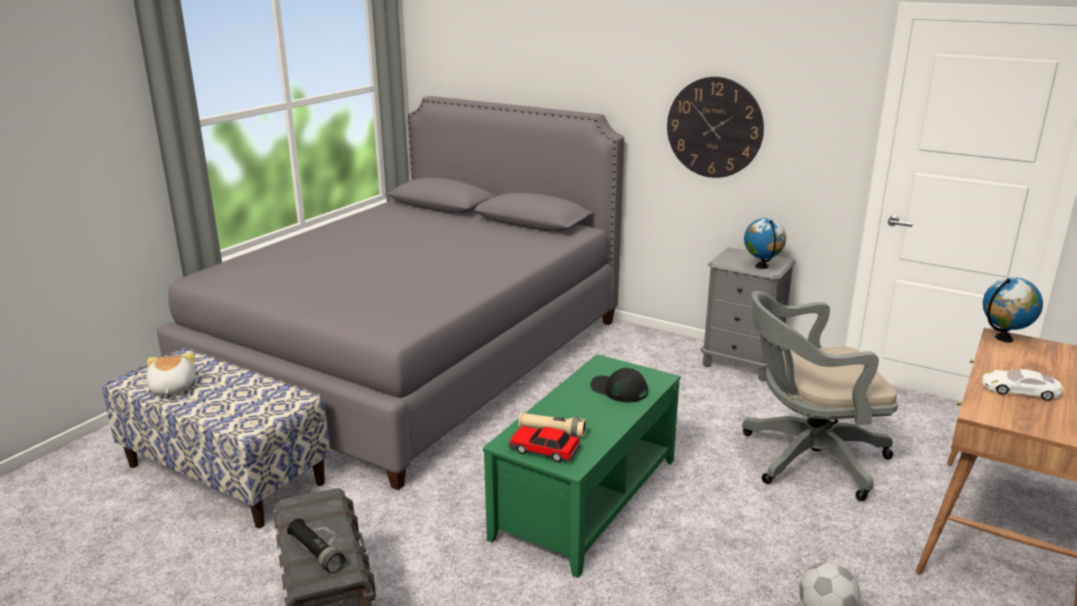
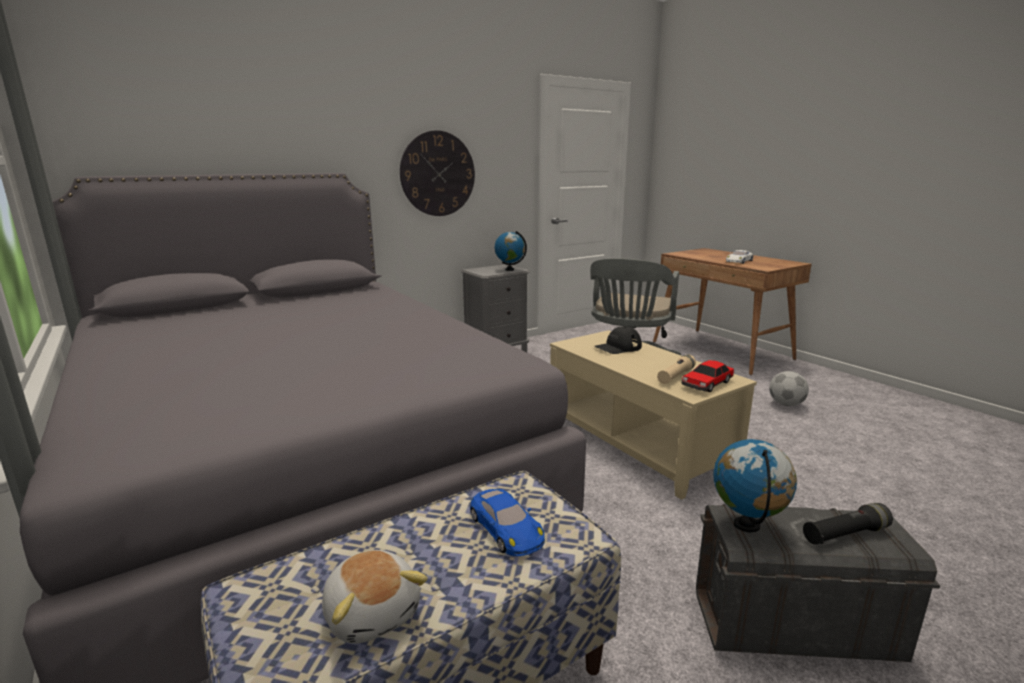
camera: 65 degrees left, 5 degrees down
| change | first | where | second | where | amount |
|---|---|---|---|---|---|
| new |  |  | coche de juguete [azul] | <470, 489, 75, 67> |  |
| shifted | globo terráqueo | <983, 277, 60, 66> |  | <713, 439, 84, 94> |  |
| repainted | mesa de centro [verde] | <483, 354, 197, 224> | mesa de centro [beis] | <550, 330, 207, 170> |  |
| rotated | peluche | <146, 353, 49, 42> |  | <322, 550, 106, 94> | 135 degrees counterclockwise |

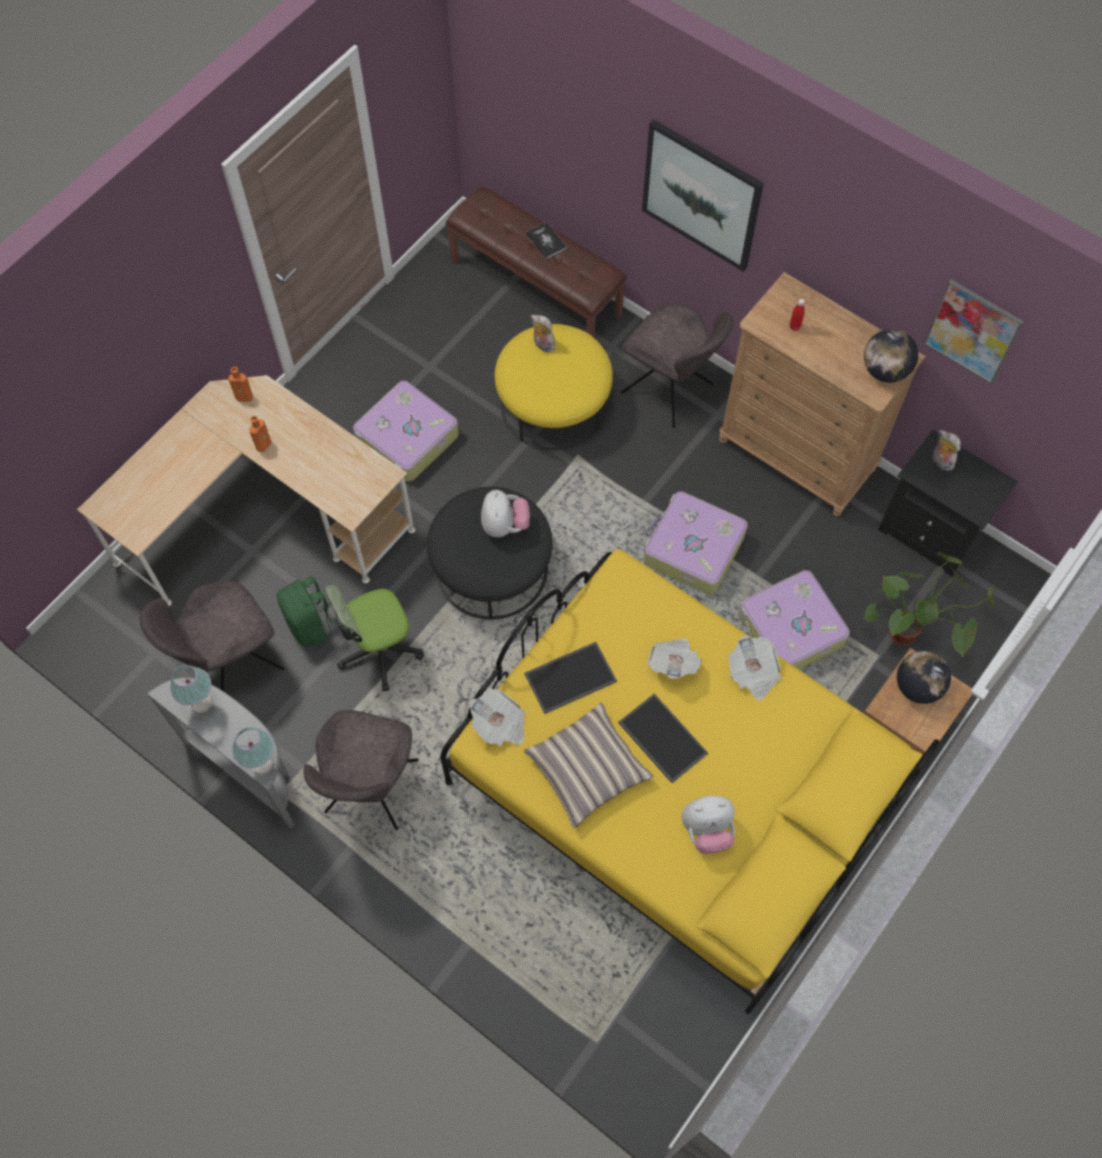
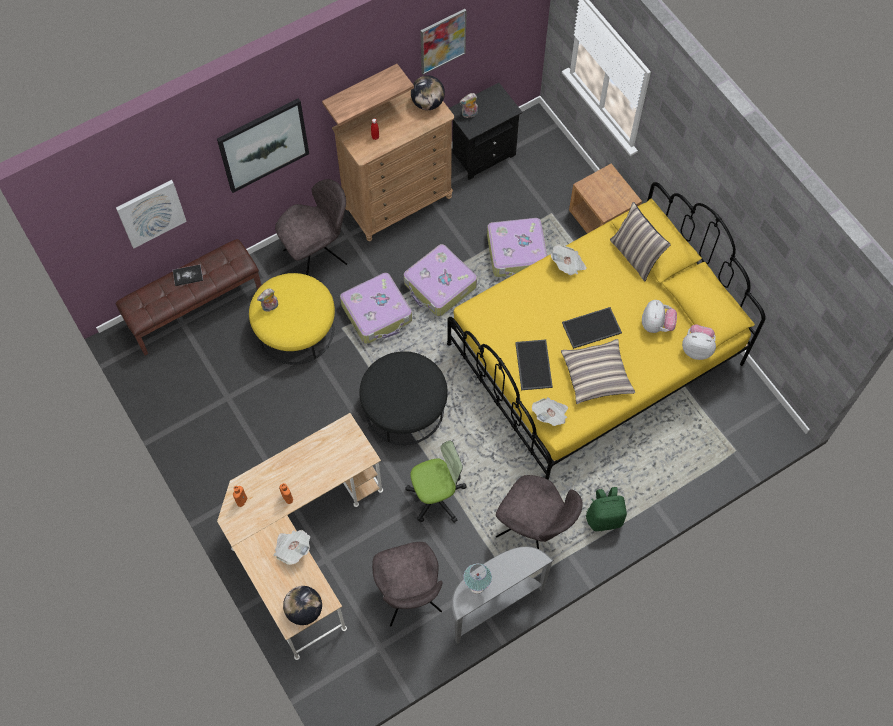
camera: 70 degrees left, 0 degrees up
| change | first | where | second | where | amount |
|---|---|---|---|---|---|
| gone | lámpara de mesa | <232, 727, 42, 48> |  |  |  |
| gone | planta en maceta | <863, 552, 131, 105> |  |  |  |
| new |  |  | cuadro | <116, 180, 71, 68> |  |
| new |  |  | estante | <322, 64, 92, 62> |  |
| new |  |  | cojín | <610, 202, 61, 79> |  |
| shifted | mochila [verde] | <277, 576, 59, 70> |  | <586, 487, 41, 44> |  |
| shifted | maleta | <353, 381, 106, 101> |  | <340, 273, 72, 71> |  |
| shifted | peluche | <481, 490, 49, 47> |  | <682, 324, 34, 36> |  |
| shifted | periódico | <647, 638, 55, 41> |  | <274, 530, 36, 35> |  |
| shifted | globo terráqueo | <897, 651, 54, 53> |  | <283, 586, 39, 39> |  |
| rotated | silla de oficina | <325, 585, 99, 106> |  | <405, 441, 62, 82> | 105 degrees counterclockwise |

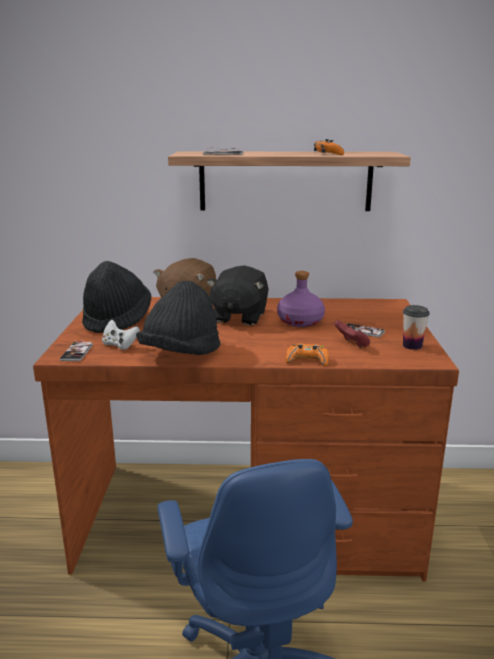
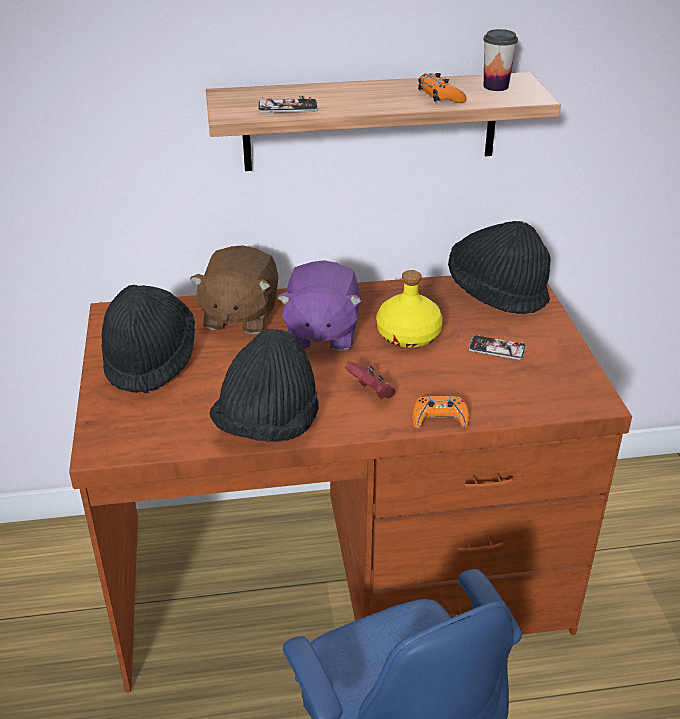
camera: 10 degrees left, 15 degrees up
| change | first | where | second | where | amount |
|---|---|---|---|---|---|
| gone | móvil | <60, 341, 33, 20> |  |  |  |
| gone | mando de consola [blanco] | <102, 320, 38, 30> |  |  |  |
| new |  |  | sombrero [negro] | <448, 221, 103, 93> |  |
| shifted | mando de consola [rojo] | <334, 320, 36, 27> |  | <345, 362, 50, 37> |  |
| shifted | taza | <403, 305, 27, 45> |  | <484, 29, 34, 62> |  |
| repainted | peluche [negro] | <206, 265, 63, 60> | peluche [morado] | <277, 260, 85, 91> |  |
| repainted | botella [morado] | <277, 271, 48, 56> | botella [amarillo] | <376, 270, 67, 77> |  |

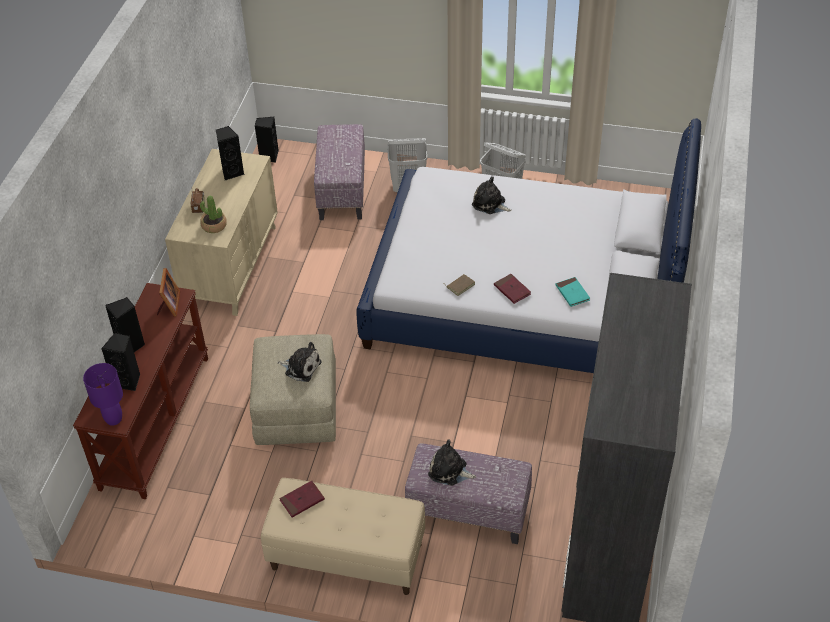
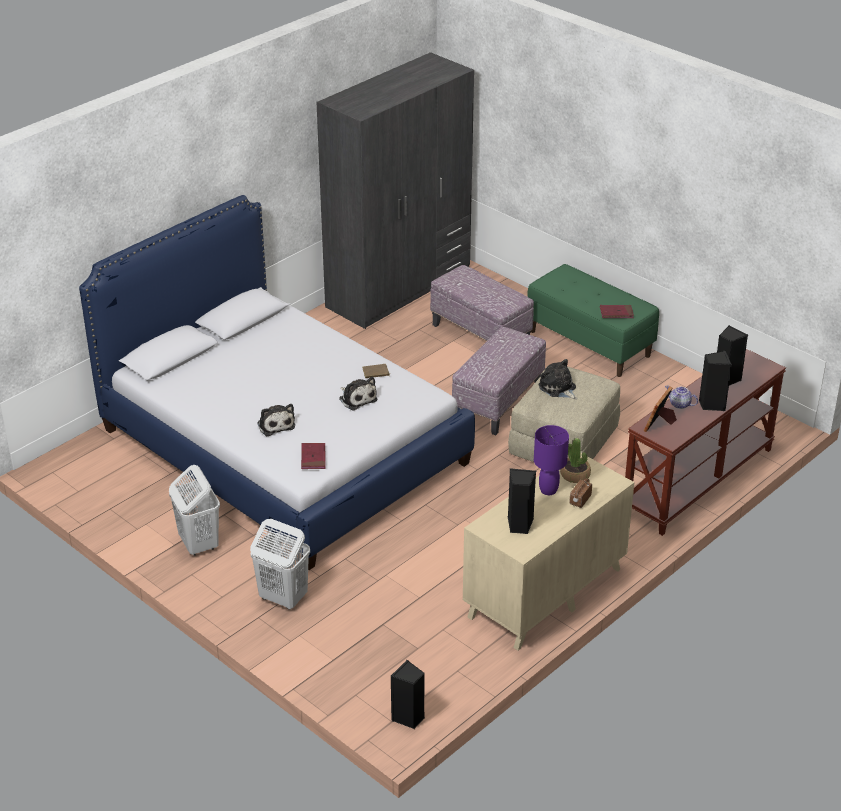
camera: 150 degrees left, 10 degrees down
| change | first | where | second | where | amount |
|---|---|---|---|---|---|
| gone | libro [turquesa] | <556, 277, 34, 30> |  |  |  |
| new |  |  | tetera | <665, 386, 33, 23> |  |
| shifted | lámpara de mesa [morado] | <83, 363, 40, 63> |  | <534, 425, 35, 70> |  |
| shifted | puf | <314, 124, 51, 96> |  | <452, 327, 94, 108> |  |
| shifted | peluche | <428, 440, 48, 46> |  | <339, 377, 38, 34> |  |
| shifted | libro [rojo] | <494, 274, 37, 30> |  | <301, 443, 25, 26> |  |
| repainted | banco [beis] | <261, 478, 164, 117> | banco [verde] | <527, 264, 132, 113> |  |

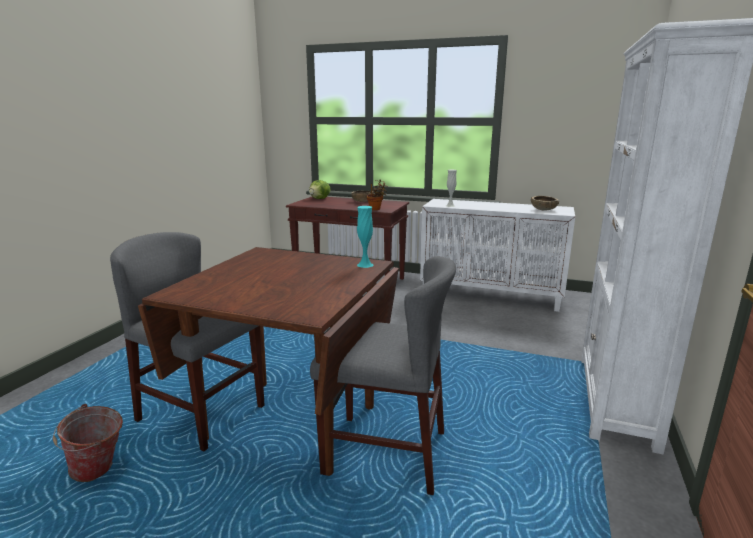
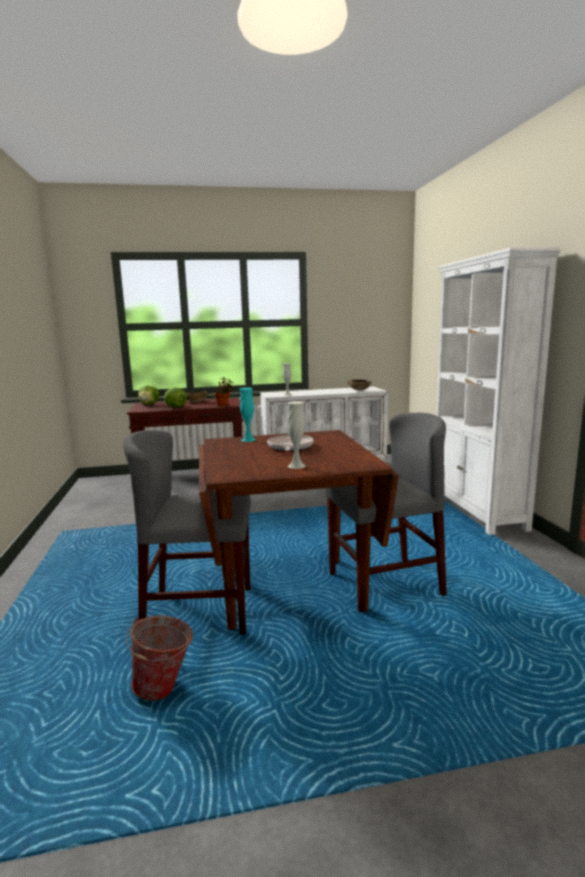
camera: 30 degrees left, 5 degrees down
| change | first | where | second | where | amount |
|---|---|---|---|---|---|
| new |  |  | lechuga | <164, 388, 23, 20> |  |
| new |  |  | sartén | <267, 435, 47, 16> |  |
| new |  |  | florero [blanco] | <287, 401, 19, 68> |  |
| shifted | florero [turquesa] | <357, 206, 16, 62> |  | <240, 388, 16, 54> |  |

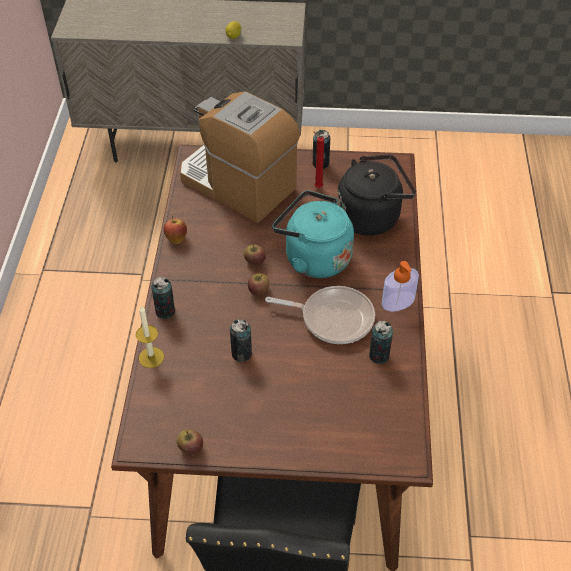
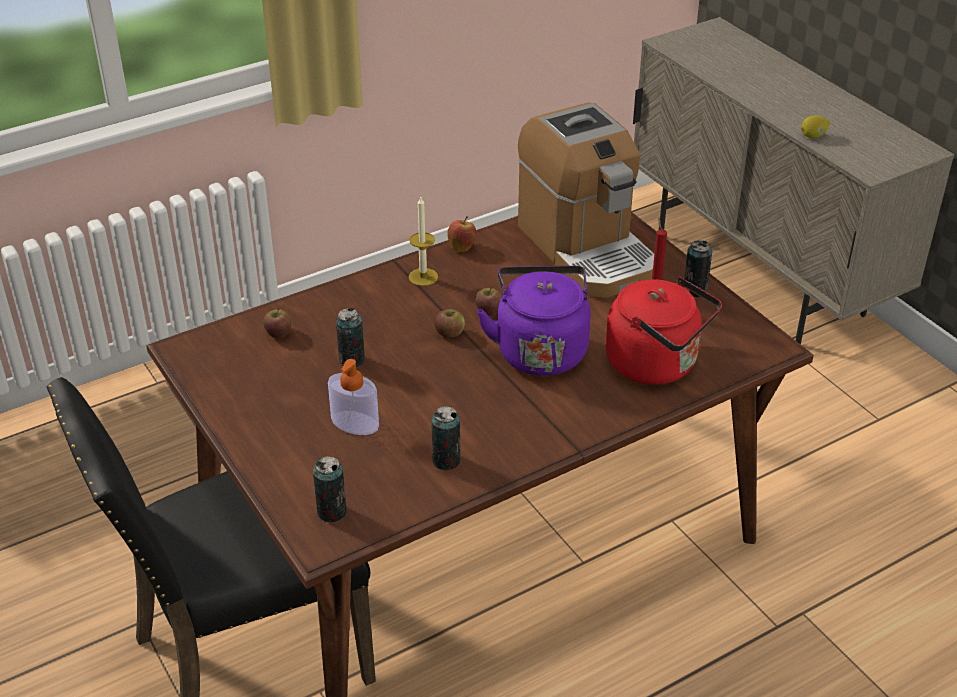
camera: 55 degrees right, 10 degrees down
| change | first | where | second | where | amount |
|---|---|---|---|---|---|
| gone | sartén | <265, 286, 110, 58> |  |  |  |
| shifted | vela | <136, 306, 28, 62> |  | <409, 197, 29, 89> |  |
| shifted | lata | <151, 277, 24, 42> |  | <313, 456, 33, 66> |  |
| shifted | manzana | <177, 429, 26, 25> |  | <263, 308, 28, 30> |  |
| shifted | dispensador de jabón | <382, 261, 37, 51> |  | <328, 359, 51, 76> |  |
| repainted | hervidor [turquesa] | <273, 190, 81, 88> | hervidor [morado] | <477, 266, 114, 110> |  |
| repainted | hervidor [negro] | <337, 155, 79, 81> | hervidor [rojo] | <606, 276, 116, 109> |  |
| rotated | cafetera | <180, 91, 120, 132> |  | <518, 103, 136, 195> | 150 degrees clockwise |

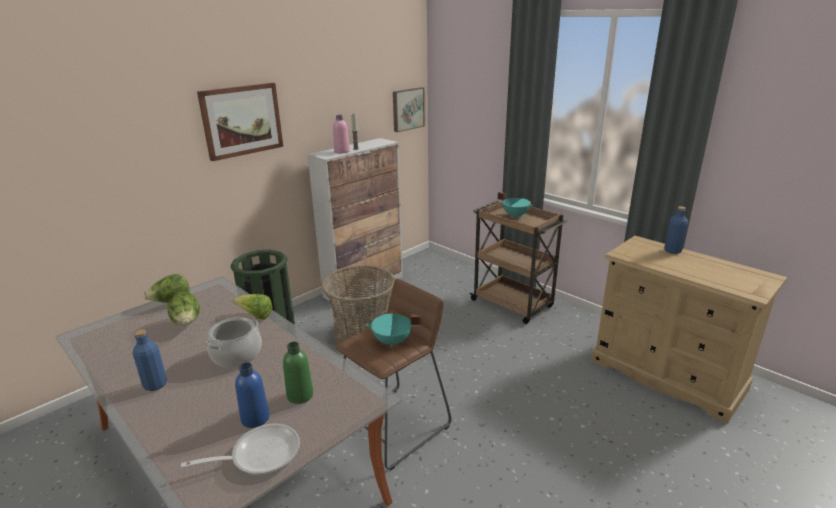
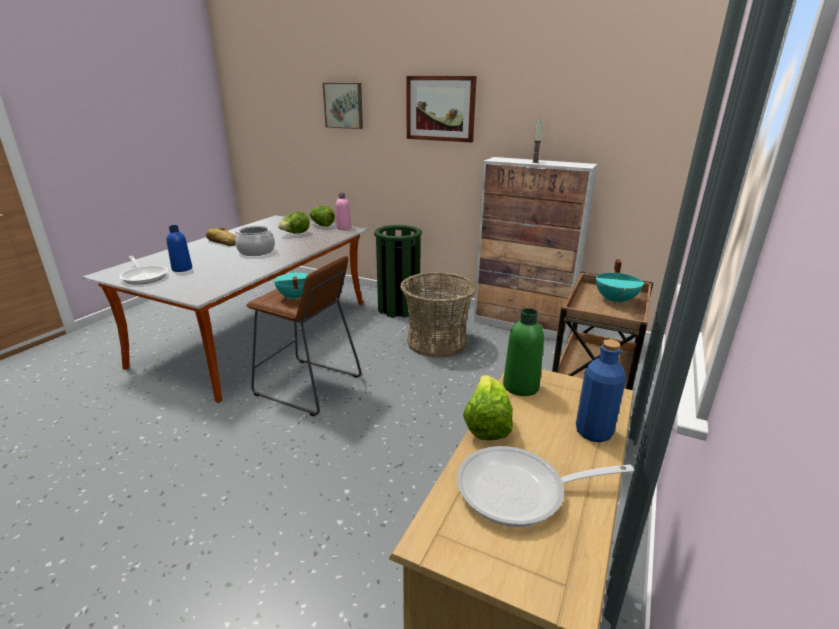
camera: 70 degrees right, 0 degrees up
| change | first | where | second | where | amount |
|---|---|---|---|---|---|
| new |  |  | sartén | <457, 446, 177, 81> |  |
| shifted | lechuga | <232, 294, 41, 26> |  | <463, 375, 50, 66> |  |
| shifted | botella [verde] | <283, 342, 30, 62> |  | <503, 308, 41, 88> |  |
| shifted | botella [rosa] | <333, 115, 17, 38> |  | <336, 193, 15, 37> |  |
| shifted | cuadro | <393, 87, 32, 45> |  | <323, 83, 40, 46> |  |
| swapped | botella [azul] | <133, 329, 34, 62> | pan | <206, 228, 30, 18> |  |

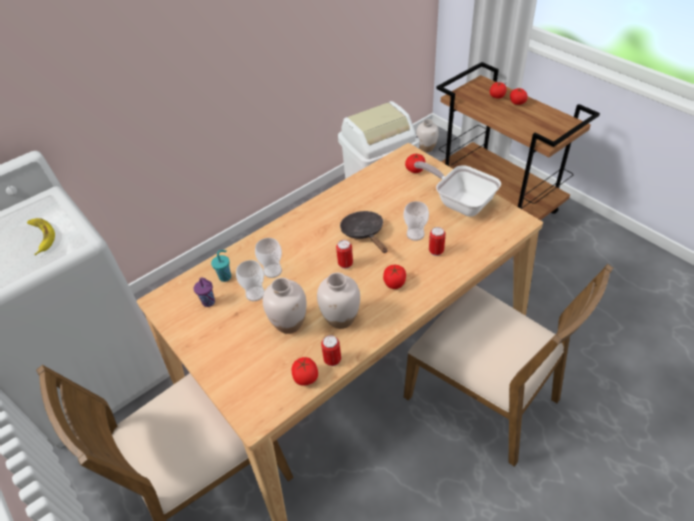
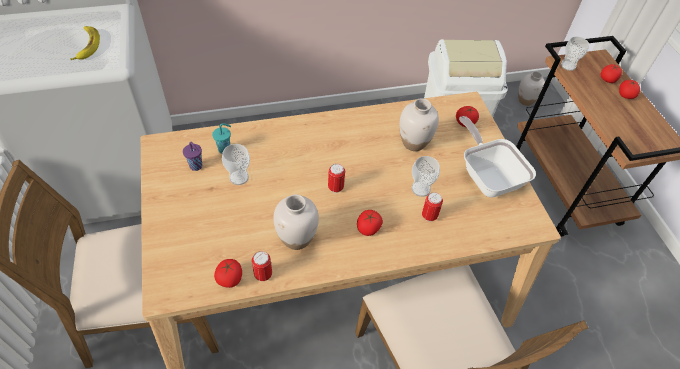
camera: 20 degrees right, 5 degrees up
| change | first | where | second | where | amount |
|---|---|---|---|---|---|
| gone | sartén [negro] | <340, 211, 48, 42> |  |  |  |
| shifted | taza | <255, 238, 27, 40> |  | <561, 36, 28, 35> |  |
| shifted | florero [blanco] | <263, 278, 44, 56> |  | <399, 98, 40, 53> |  |

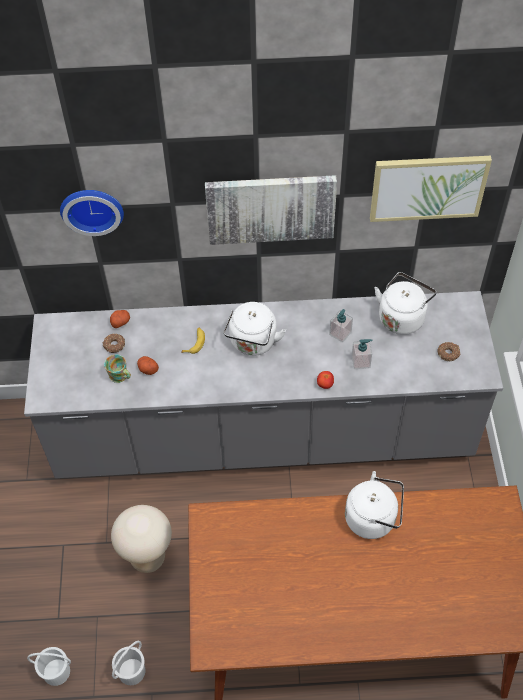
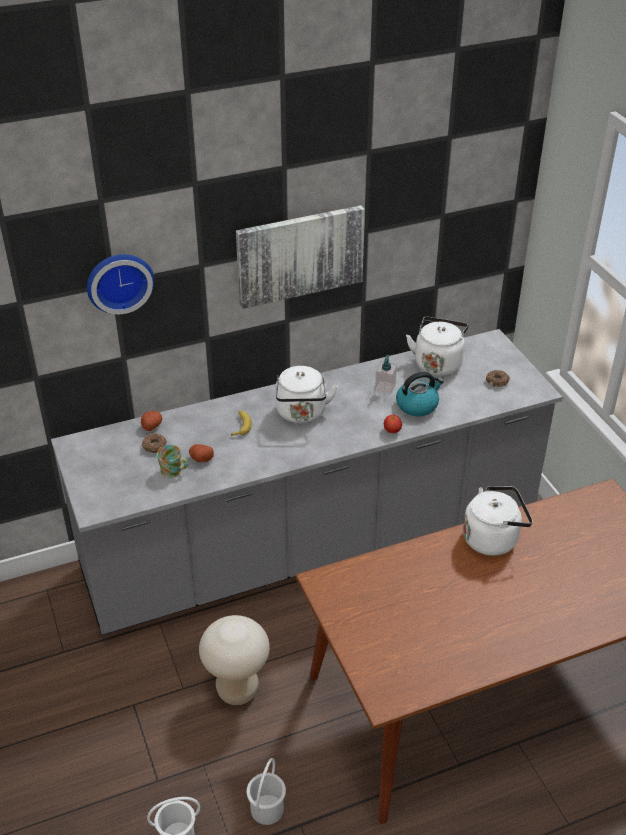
camera: 20 degrees left, 15 degrees down
| change | first | where | second | where | amount |
|---|---|---|---|---|---|
| gone | cuadro | <370, 156, 122, 66> |  |  |  |
| swapped | dispensador de jabón | <352, 339, 20, 30> | hervidor | <396, 372, 48, 44> |  |

